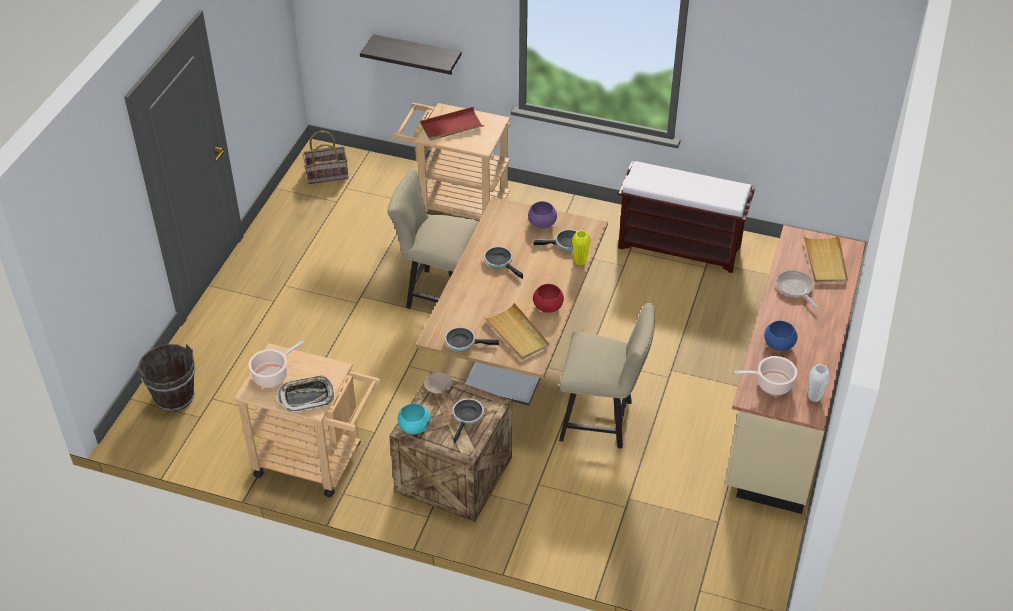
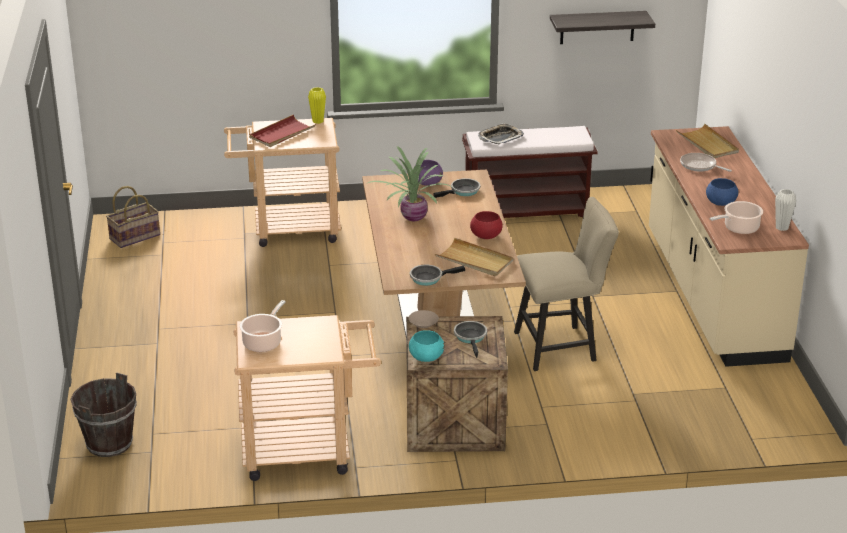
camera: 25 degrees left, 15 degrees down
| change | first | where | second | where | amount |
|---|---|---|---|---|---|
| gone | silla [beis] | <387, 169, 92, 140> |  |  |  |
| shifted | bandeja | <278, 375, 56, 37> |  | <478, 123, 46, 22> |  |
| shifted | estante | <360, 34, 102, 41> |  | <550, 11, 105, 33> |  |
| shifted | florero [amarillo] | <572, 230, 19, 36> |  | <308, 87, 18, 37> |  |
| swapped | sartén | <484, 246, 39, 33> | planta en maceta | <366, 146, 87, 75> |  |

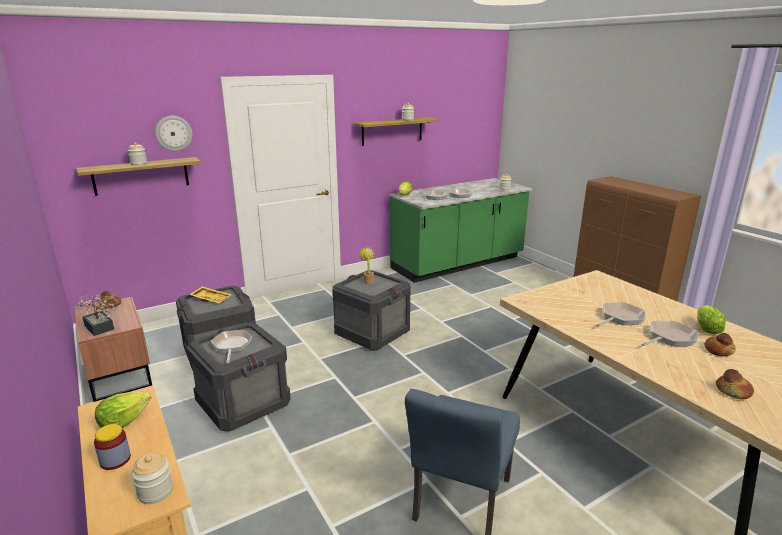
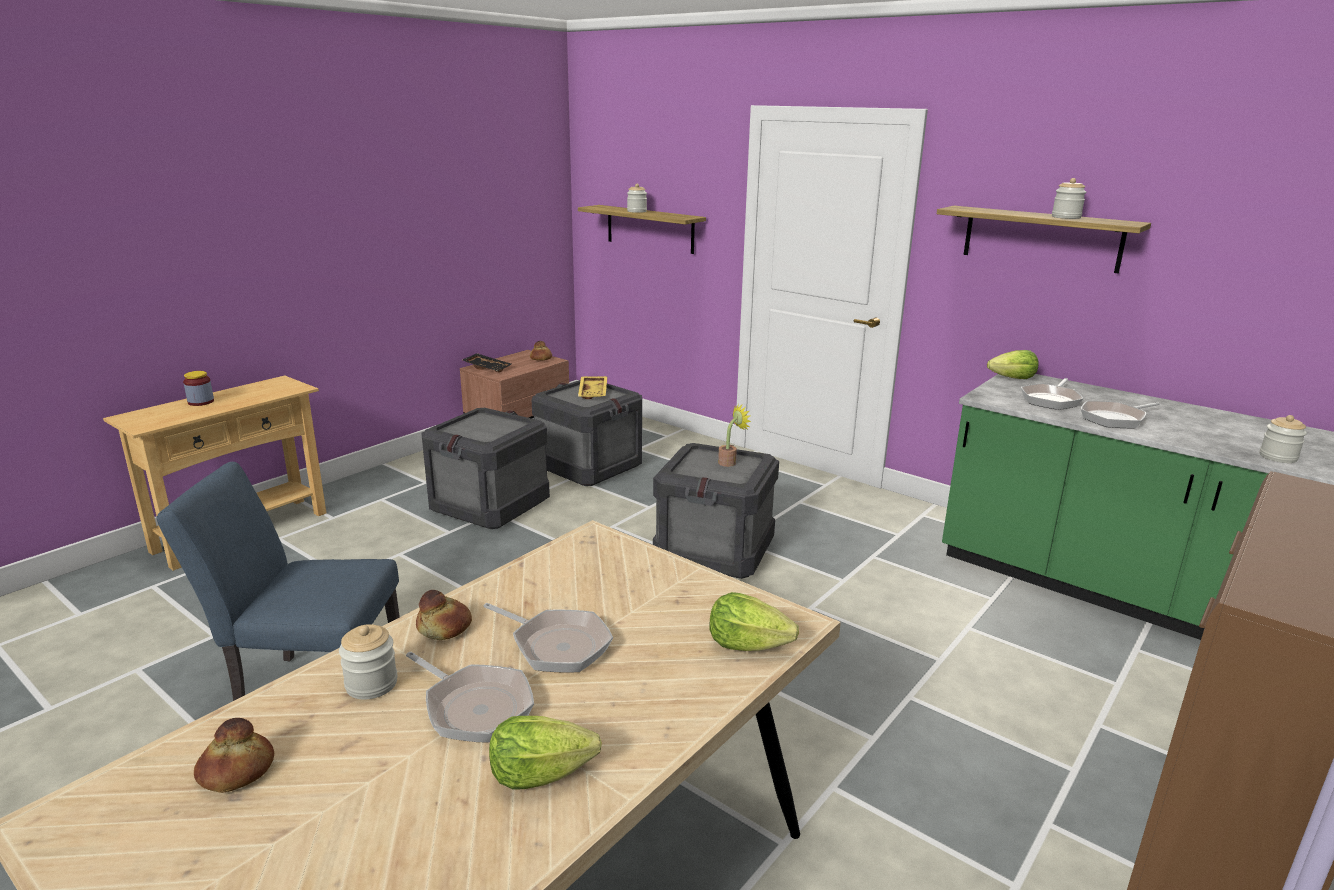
camera: 70 degrees right, 0 degrees up
| change | first | where | second | where | amount |
|---|---|---|---|---|---|
| gone | reloj de pared | <155, 116, 38, 36> |  |  |  |
| gone | sartén | <211, 330, 41, 34> |  |  |  |
| shifted | lechuga | <95, 391, 56, 37> |  | <709, 592, 90, 59> |  |
| shifted | tarro | <132, 453, 41, 51> |  | <339, 624, 59, 76> |  |
| shifted | pan | <705, 333, 31, 23> |  | <416, 590, 56, 50> |  |
| swapped | planta en maceta | <75, 294, 43, 42> | bandeja [negro] | <462, 353, 49, 19> |  |

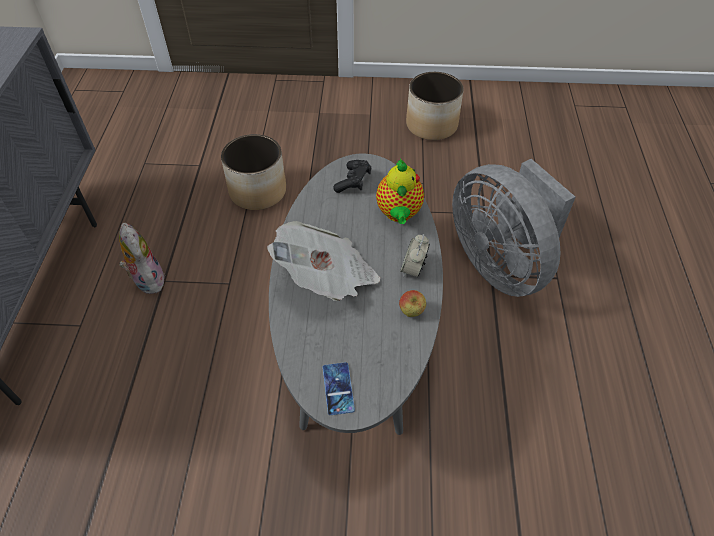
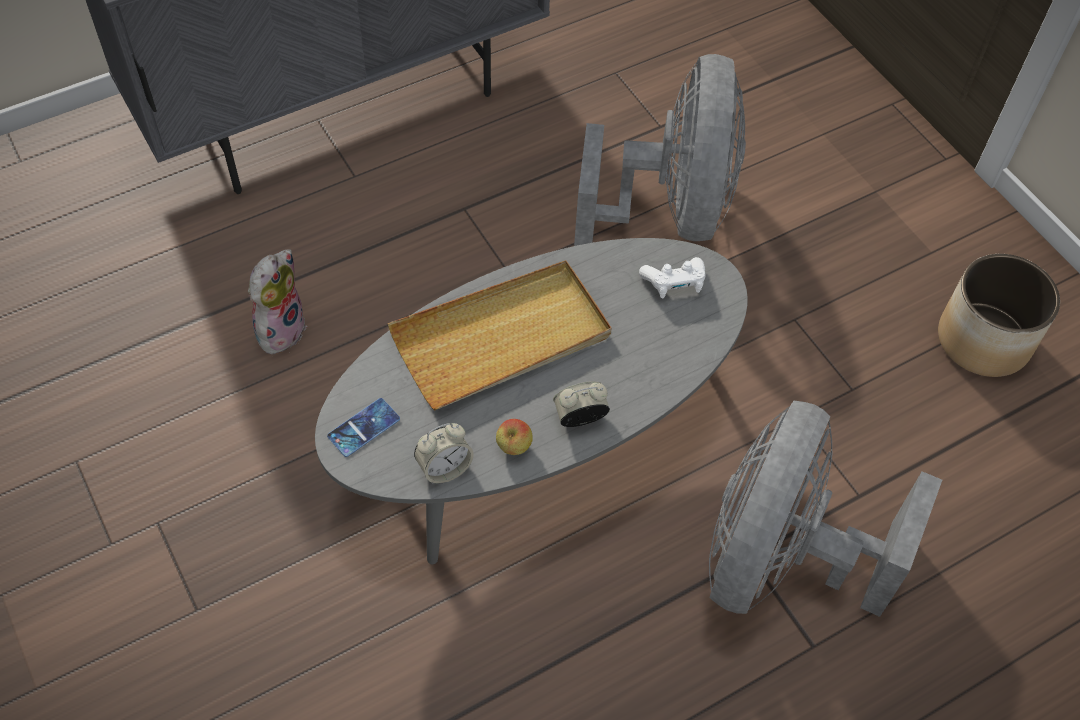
camera: 55 degrees right, 5 degrees up
| change | first | where | second | where | amount |
|---|---|---|---|---|---|
| gone | tetera | <376, 158, 48, 66> |  |  |  |
| new |  |  | despertador | <414, 423, 60, 61> |  |
| shifted | peluche | <119, 223, 46, 71> |  | <248, 250, 59, 104> |  |
| swapped | maceta | <221, 134, 65, 76> | ventilador [gris] | <574, 54, 172, 192> |  |
| swapped | periódico | <267, 221, 113, 80> | bandeja [beis] | <387, 260, 224, 150> |  |
| repainted | mando de consola [negro] | <333, 160, 38, 33> | mando de consola [blanco] | <639, 257, 67, 41> |  |

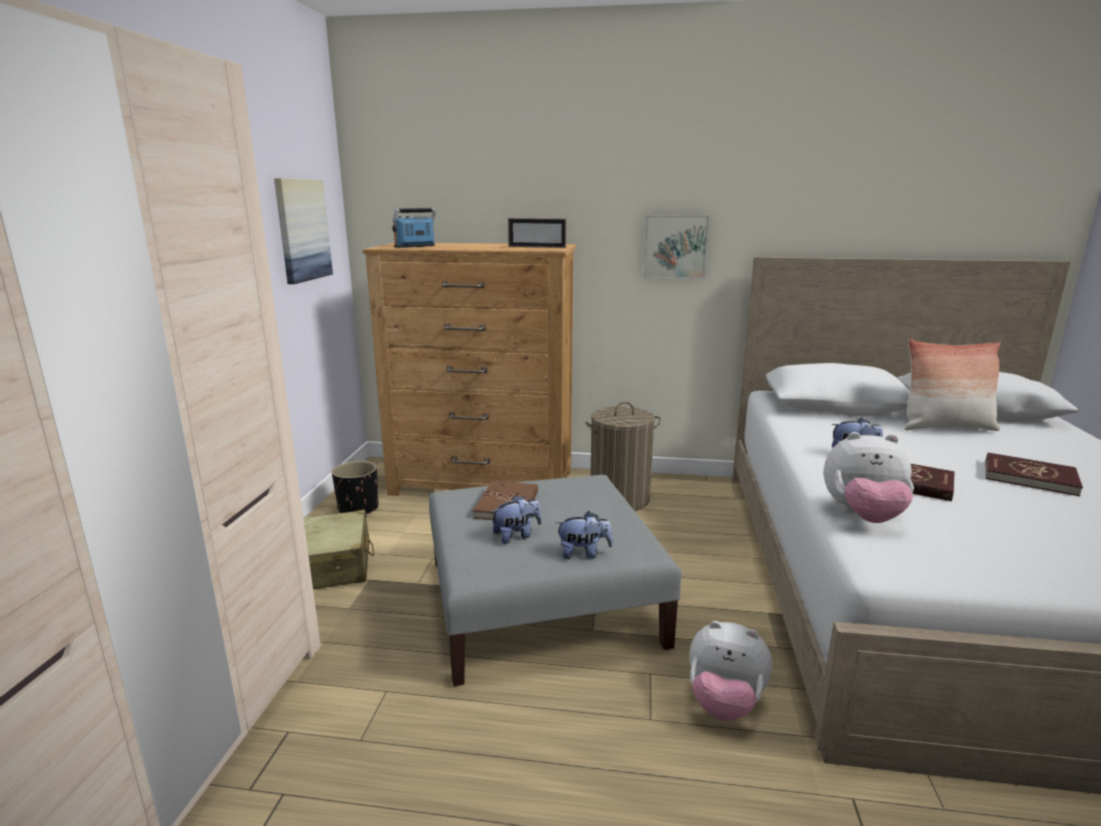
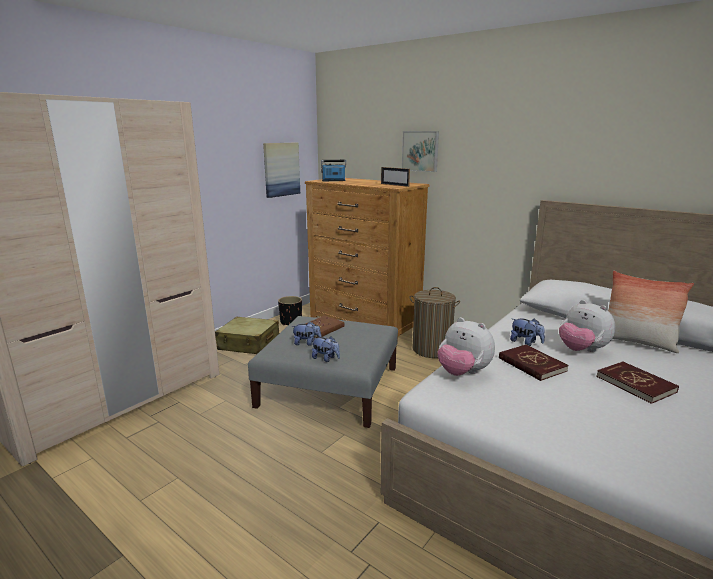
camera: 30 degrees right, 0 degrees up
| change | first | where | second | where | amount |
|---|---|---|---|---|---|
| shifted | cuadro | <643, 215, 66, 64> |  | <402, 131, 37, 41> |  |
| shifted | peluche | <689, 621, 83, 100> |  | <559, 300, 56, 52> |  |

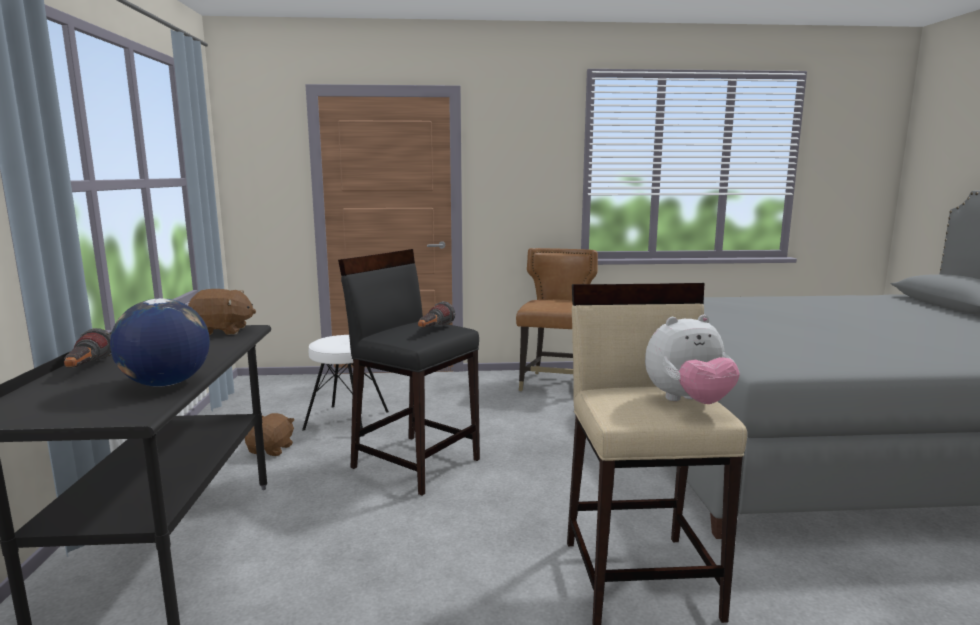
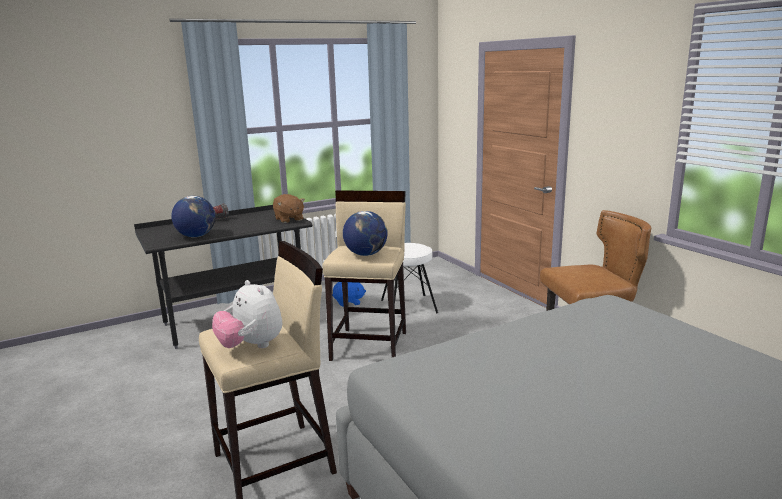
camera: 65 degrees right, 5 degrees up
| change | first | where | second | where | amount |
|---|---|---|---|---|---|
| swapped | linterna | <418, 301, 37, 27> | globo terráqueo | <343, 211, 45, 45> |  |
| repainted | peluche [marrón] | <245, 413, 50, 43> | peluche [azul] | <333, 282, 33, 25> |  |
| repainted | taburete [negro] | <338, 249, 142, 247> | taburete [beis] | <322, 190, 84, 171> |  |

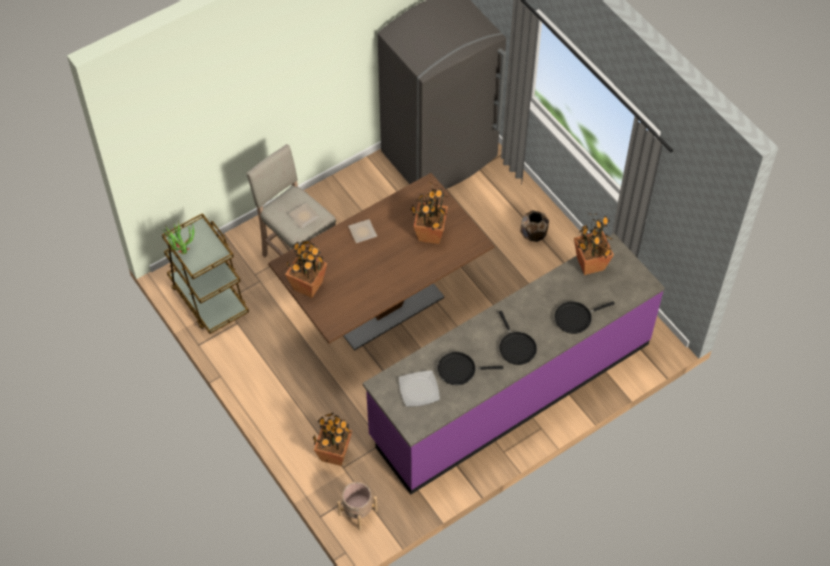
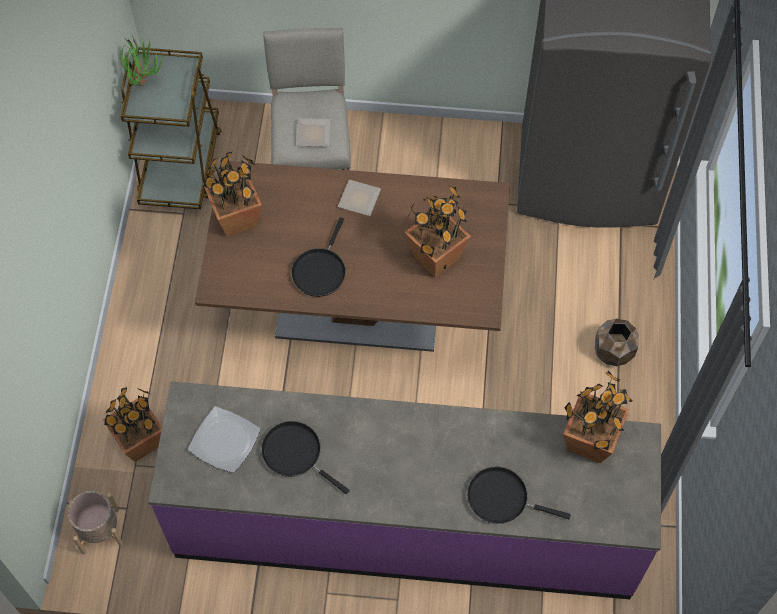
camera: 40 degrees right, 5 degrees up
| change | first | where | second | where | amount |
|---|---|---|---|---|---|
| shifted | sartén [negro] | <499, 311, 38, 54> |  | <291, 217, 55, 80> |  |

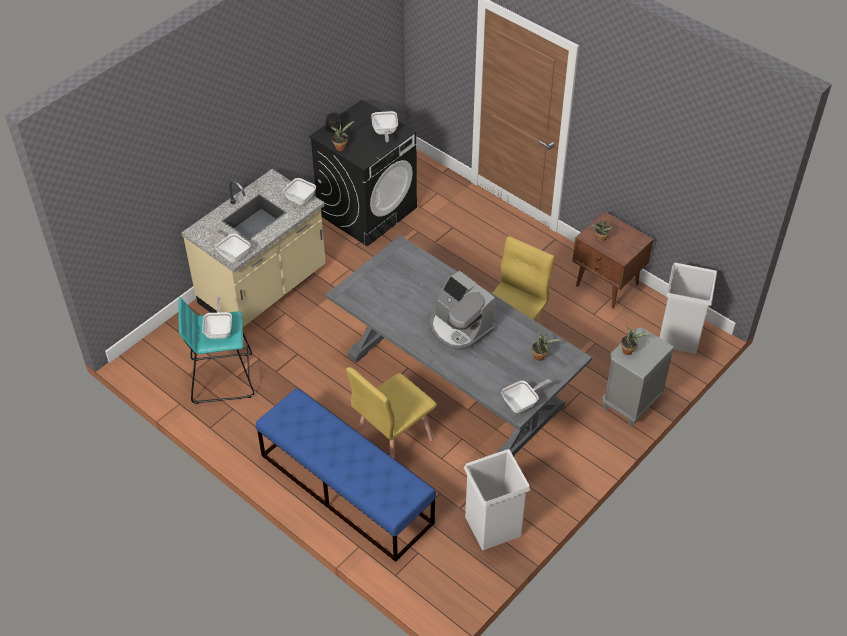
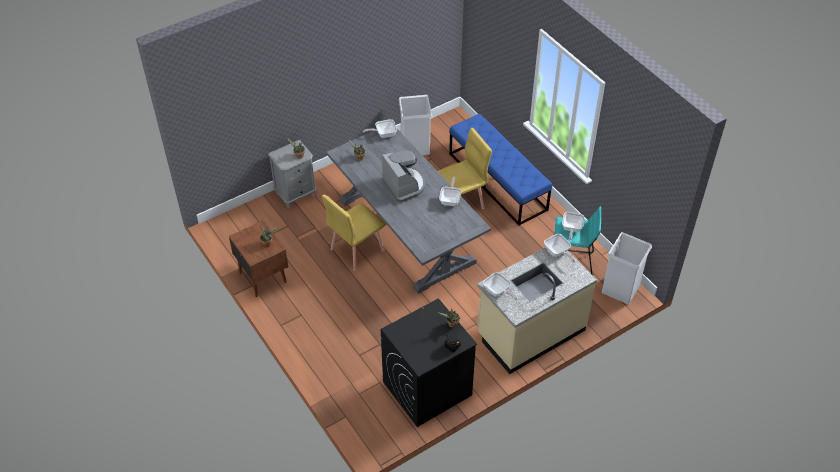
camera: 165 degrees left, 0 degrees up
| change | first | where | second | where | amount |
|---|---|---|---|---|---|
| shifted | sartén | <371, 111, 27, 32> |  | <439, 177, 22, 29> |  |
| shifted | papelera [blanco] | <659, 263, 58, 91> |  | <602, 232, 50, 72> |  |

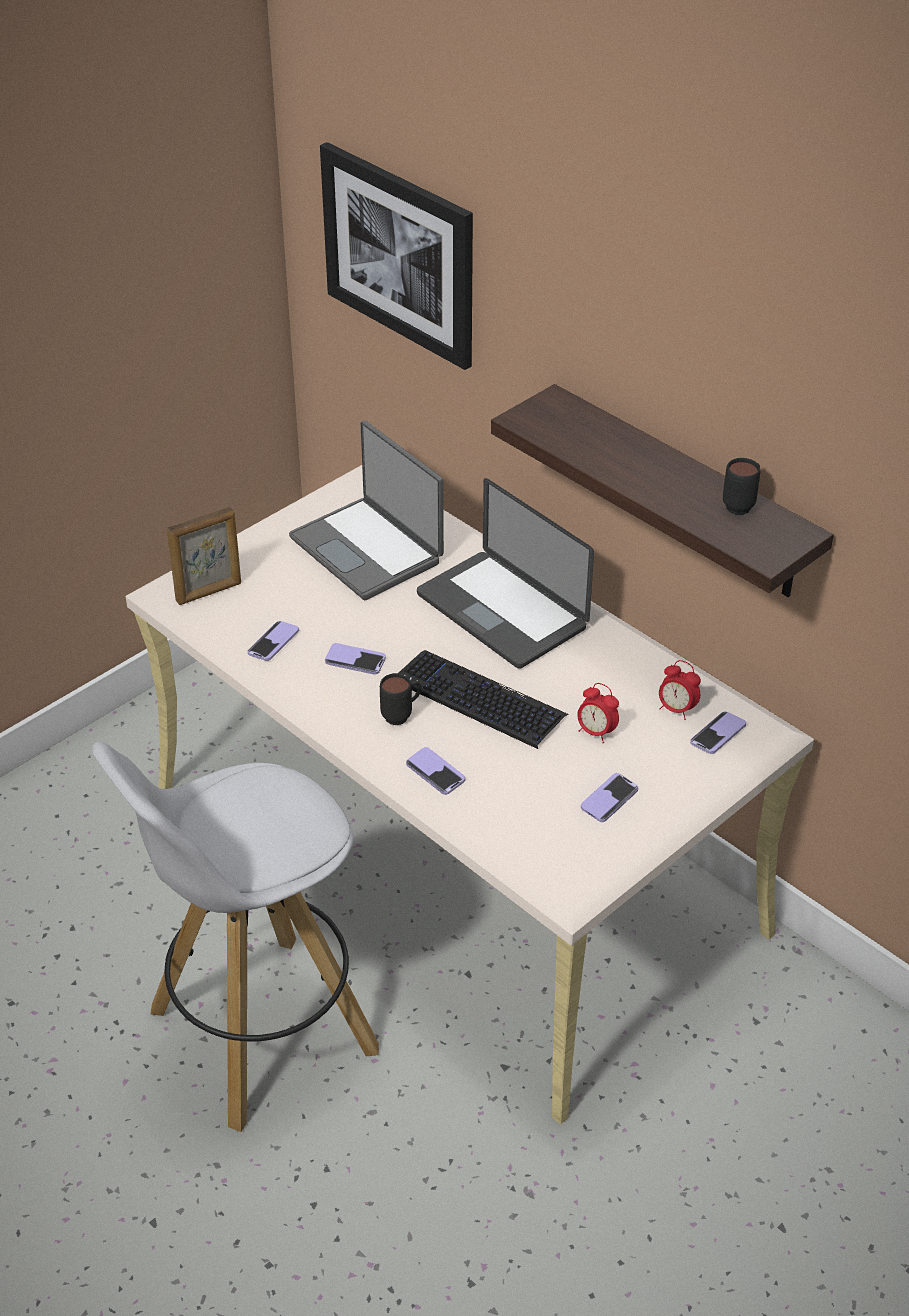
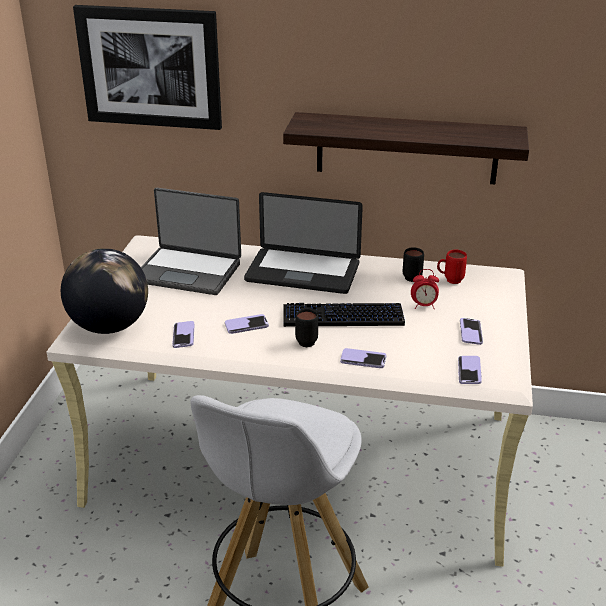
camera: 35 degrees left, 10 degrees down
| change | first | where | second | where | amount |
|---|---|---|---|---|---|
| shifted | móvil | <690, 712, 56, 42> |  | <458, 356, 24, 28> |  |
| shifted | taza grande [negro] | <723, 458, 37, 57> |  | <403, 248, 21, 34> |  |
| swapped | portarretratos | <167, 507, 74, 98> | globo terráqueo | <61, 248, 87, 86> |  |
| swapped | despertador | <659, 660, 42, 60> | taza grande [rojo] | <437, 250, 30, 34> |  |

